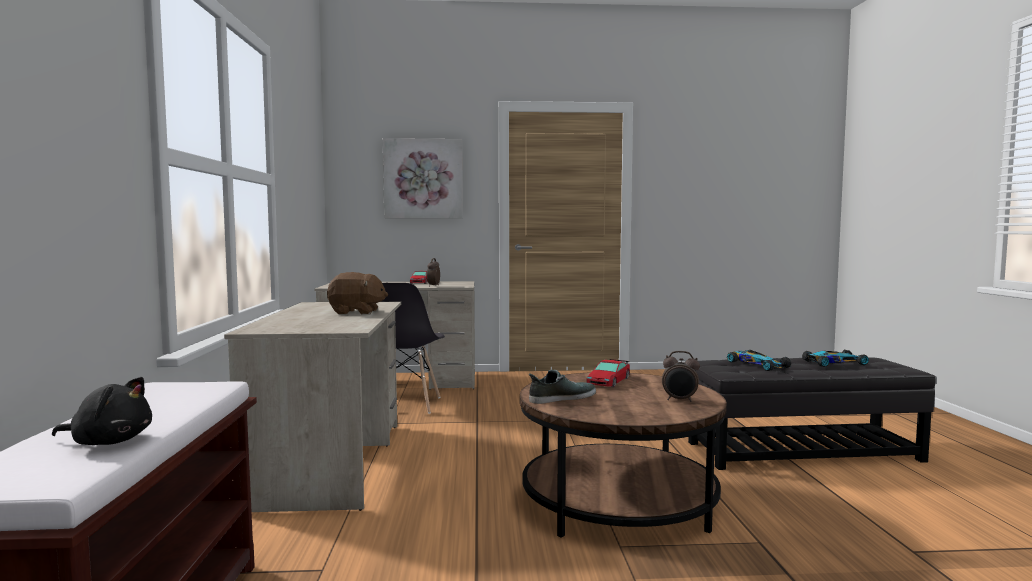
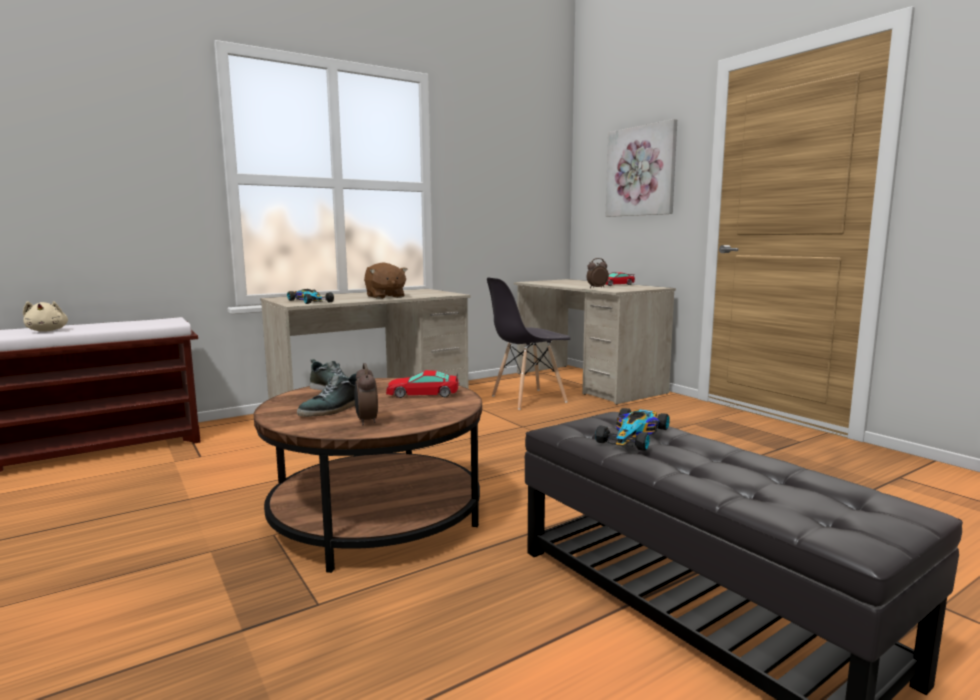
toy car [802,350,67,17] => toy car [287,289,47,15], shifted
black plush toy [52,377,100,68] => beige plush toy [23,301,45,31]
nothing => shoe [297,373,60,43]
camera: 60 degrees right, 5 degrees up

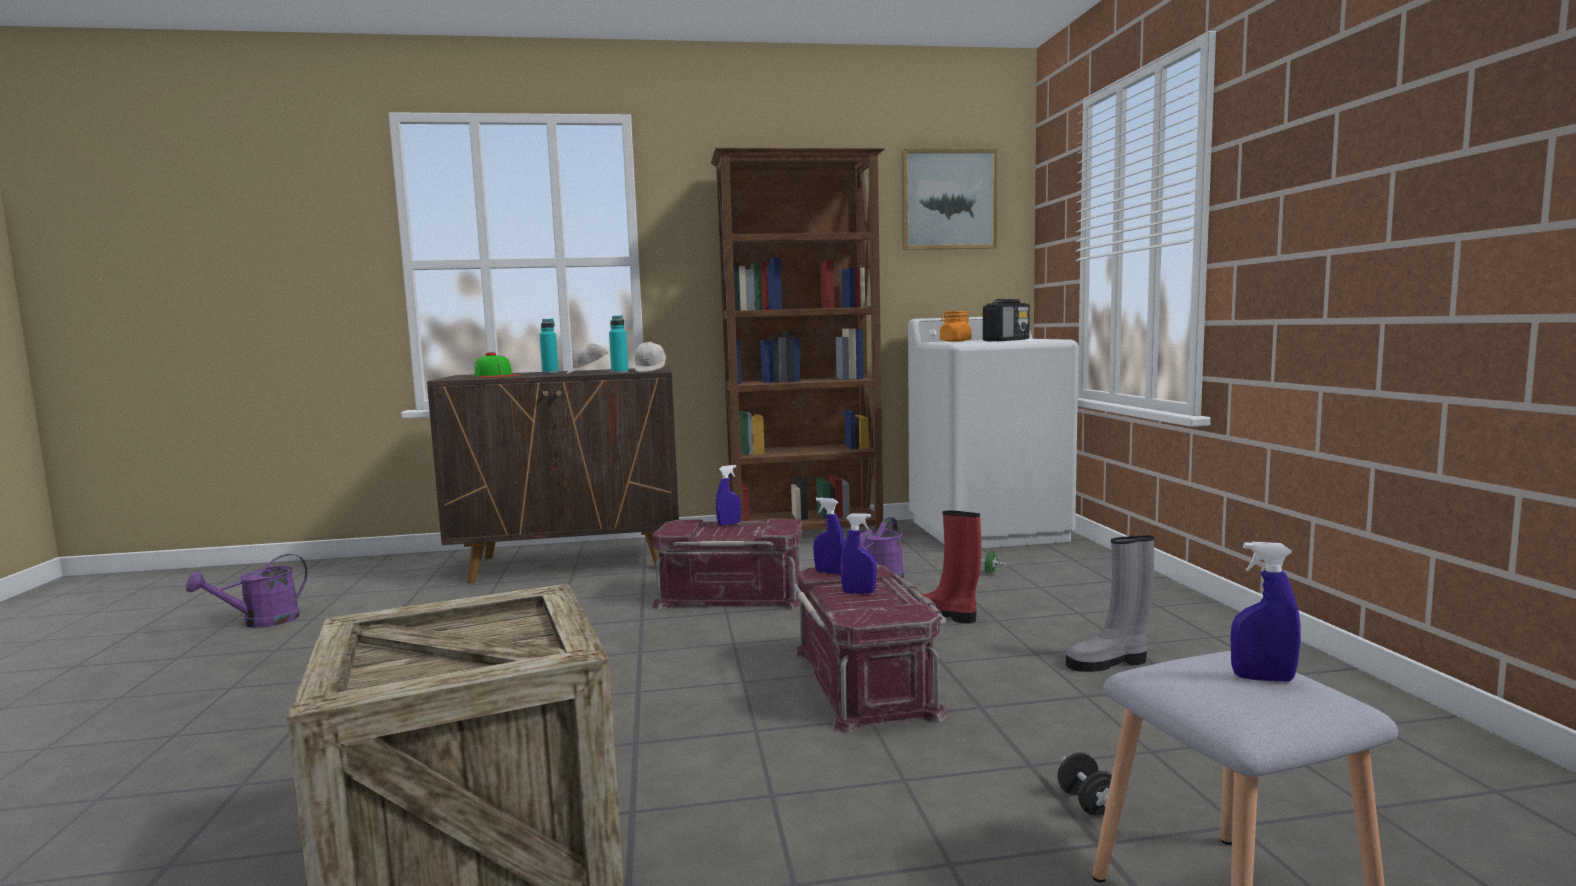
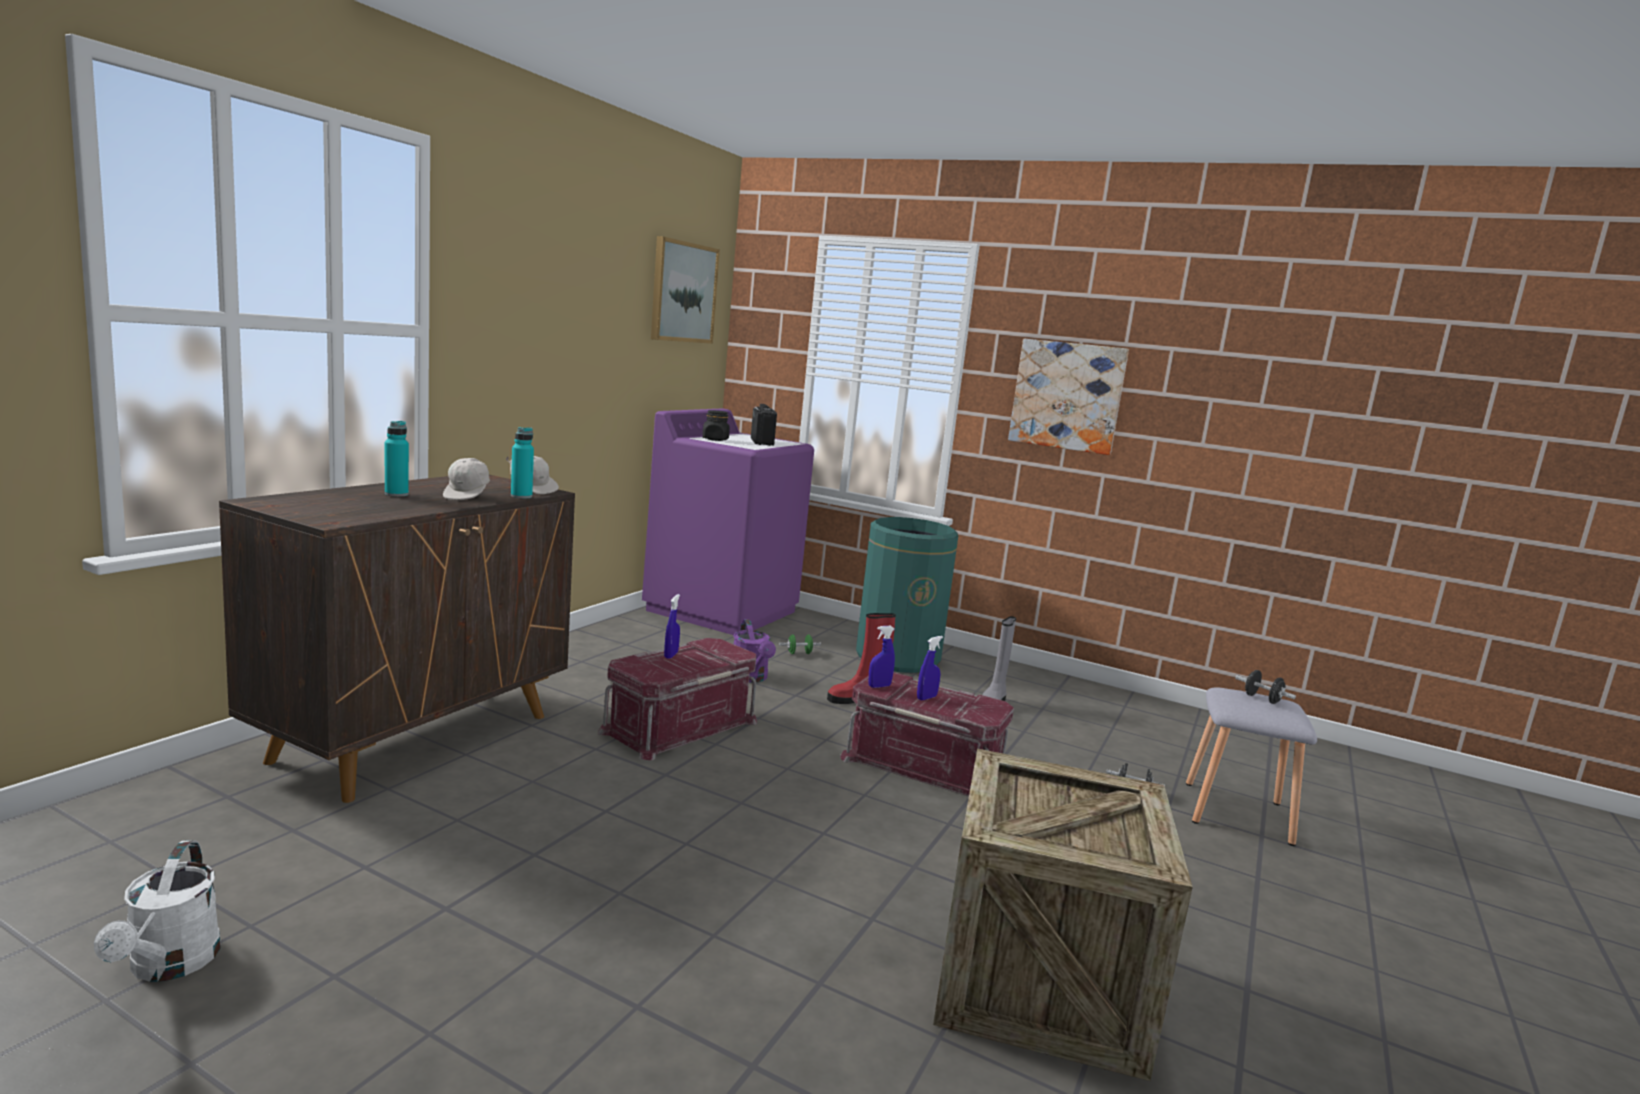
brown bookcase [711,148,174,382] => nothing
orange jar [940,311,32,31] => black jar [702,410,28,31]
white washing machine [908,317,171,231] => purple washing machine [642,408,172,227]
cap [475,352,45,26] => nothing
blue spray bottle [1231,542,70,140] => black dumbbell [1235,670,61,34]
purple watering can [186,554,122,74] => white watering can [94,841,127,141]
nothing => picture [1008,339,121,116]
nothing => green trash can [856,517,102,156]
camera: 55 degrees left, 5 degrees up

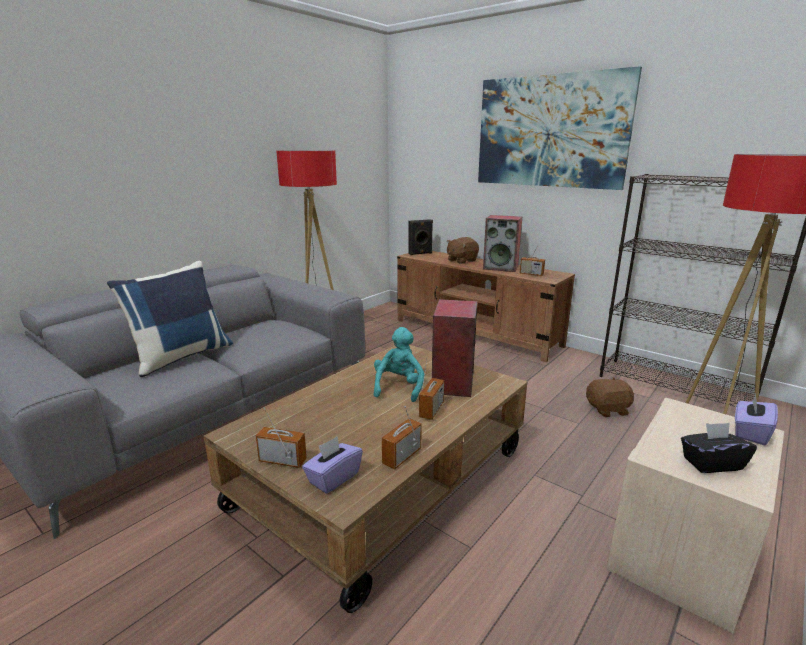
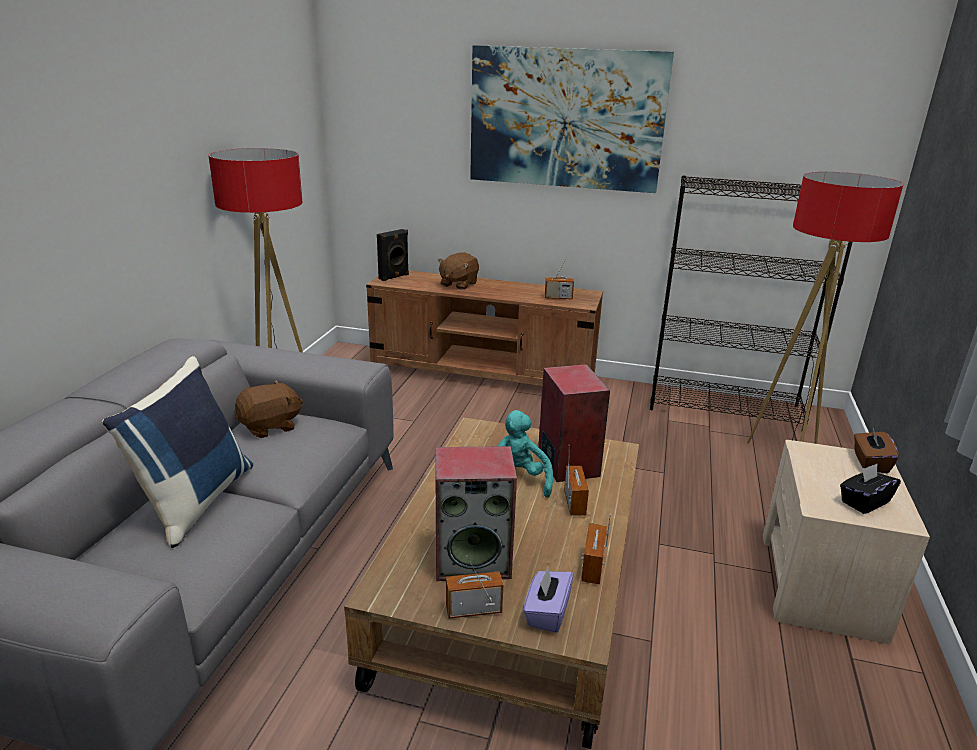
speaker [483,215,39,57] => speaker [435,446,82,135], shifted
brown plush toy [586,377,48,40] => brown plush toy [235,380,68,58], shifted
purple tissue box [735,393,43,52] => brown tissue box [854,429,45,44]
camera: 25 degrees left, 5 degrees up

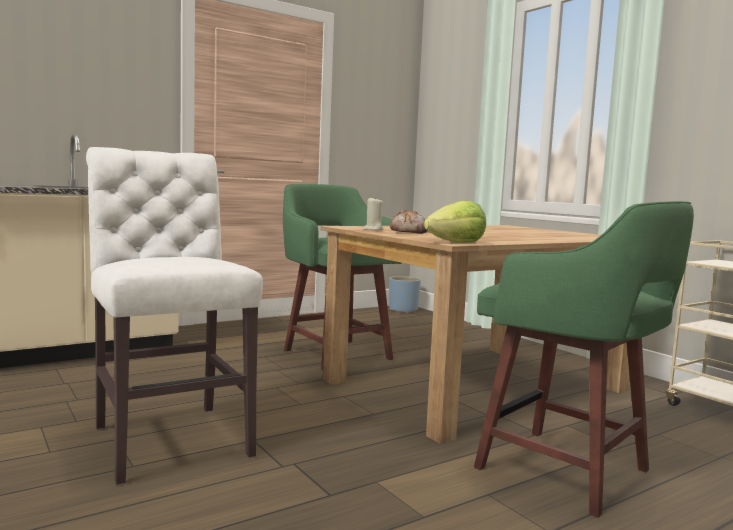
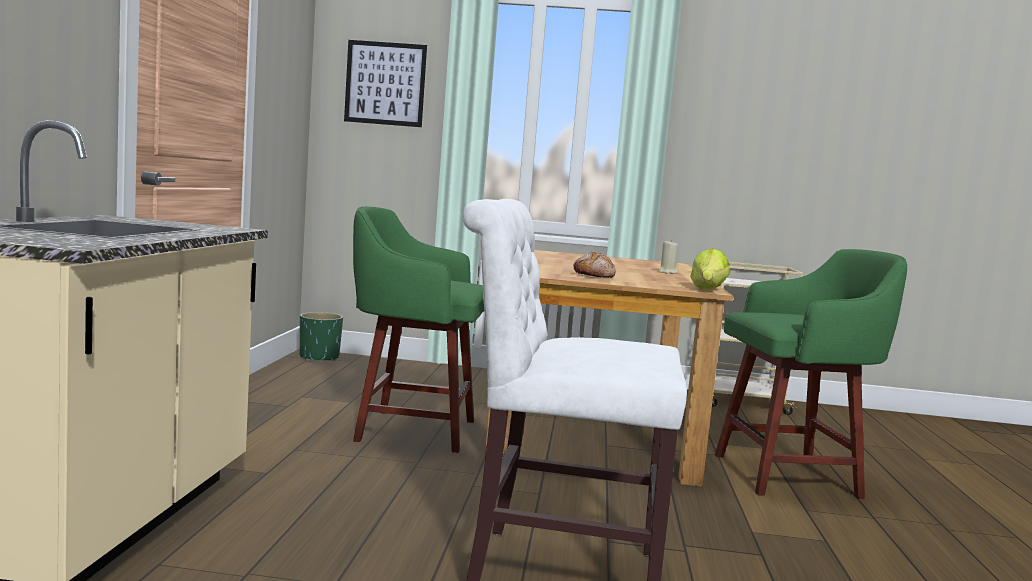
beige candle [363,198,21,32] => beige candle [658,240,21,34], shifted
blue planter [389,276,32,37] => green planter [300,312,43,49]
nothing => picture [344,40,83,87]
camera: 50 degrees left, 0 degrees up

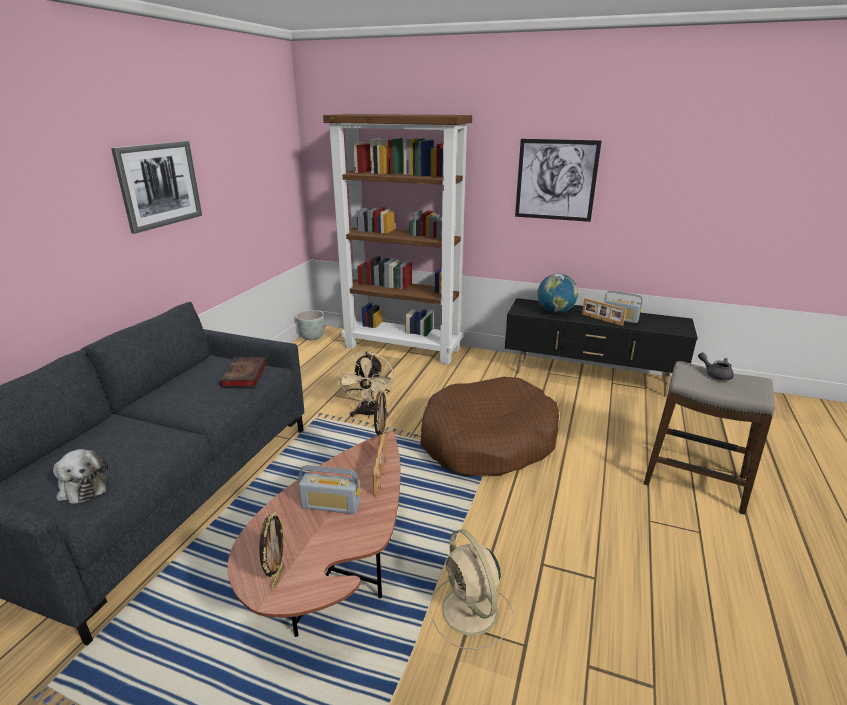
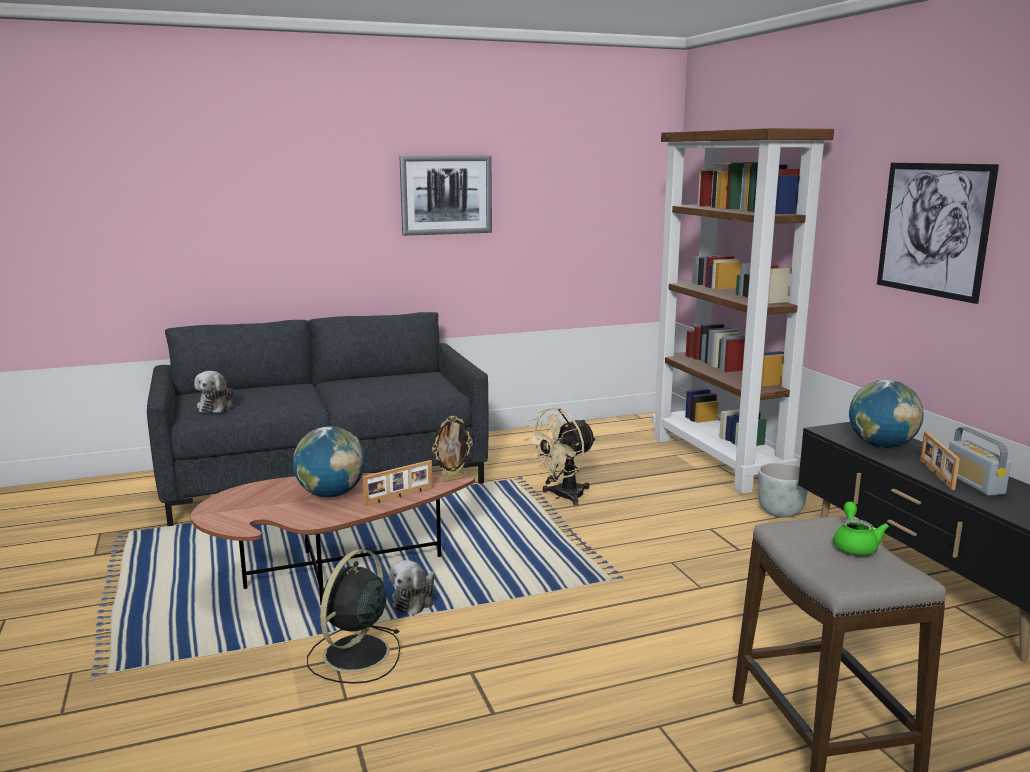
grey planter [296,310,28,30] => grey planter [758,463,50,55], shifted
grey teapot [698,353,36,27] => green teapot [833,502,56,53]
book [220,357,47,30] => nothing
brown dog bed [420,377,139,99] => nothing
radio [299,465,61,49] => globe [293,426,72,72]
picture frame [259,512,26,78] => nothing
beige fan [430,529,84,121] => black fan [307,549,93,135]
nothing => plush toy [389,560,46,54]
camera: 50 degrees right, 10 degrees down

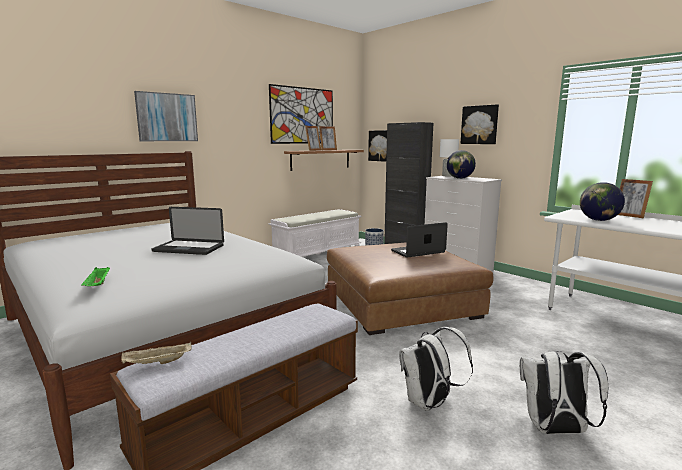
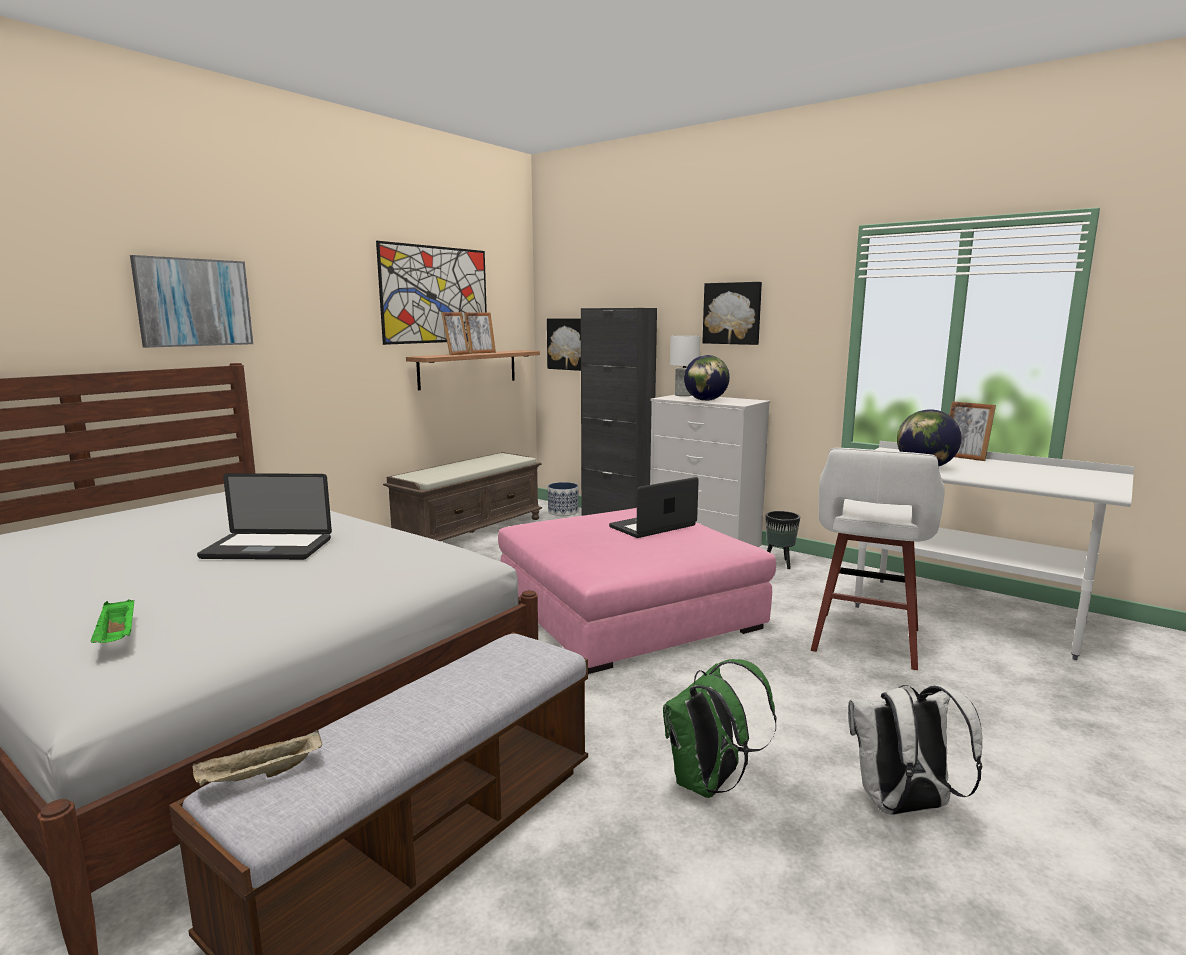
white bench [269,209,92,48] => brown bench [383,452,159,89]
brown ottoman [327,242,167,93] => pink ottoman [498,508,278,166]
white backpack [399,327,74,84] => green backpack [663,659,114,139]
nothing => white stool [811,448,134,222]
nothing => black planter [765,511,35,58]
camera: 10 degrees left, 0 degrees up

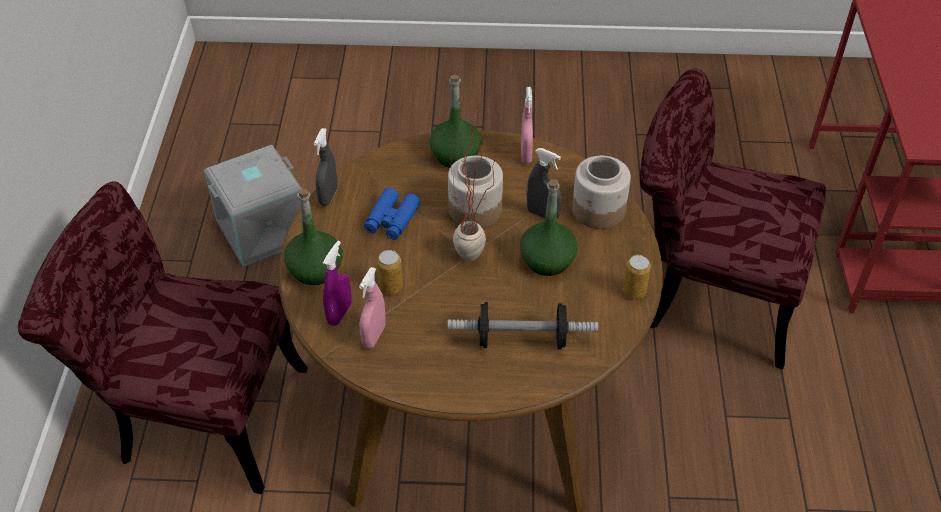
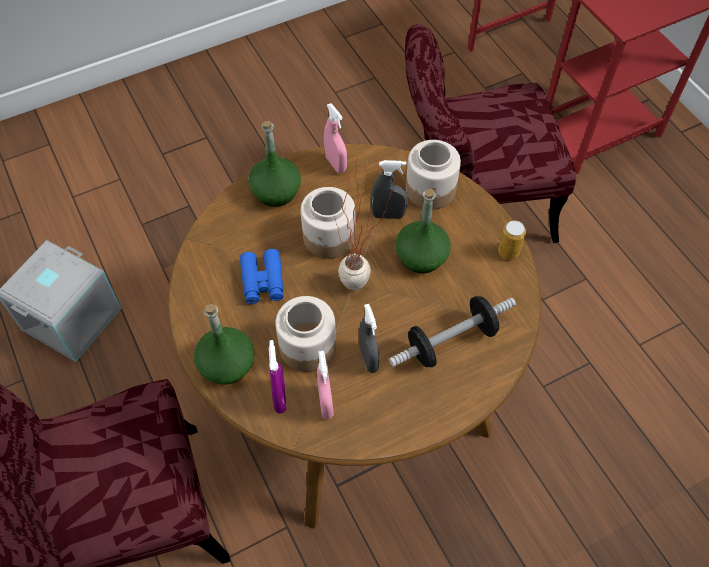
grey spray bottle [314,128,24,78] => grey spray bottle [359,304,21,69], shifted
can [377,250,26,44] => jar [275,296,61,76]
camera: 30 degrees left, 10 degrees up

